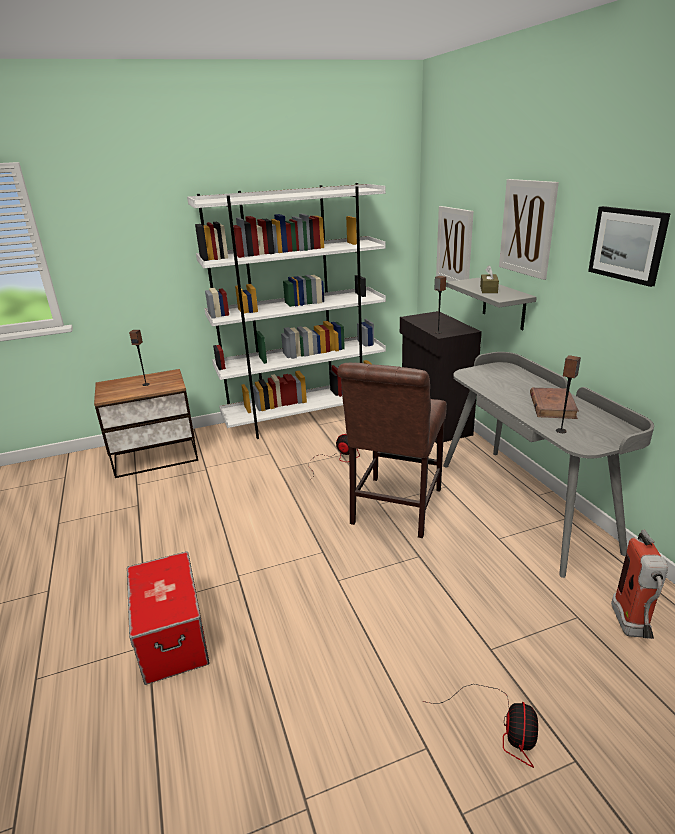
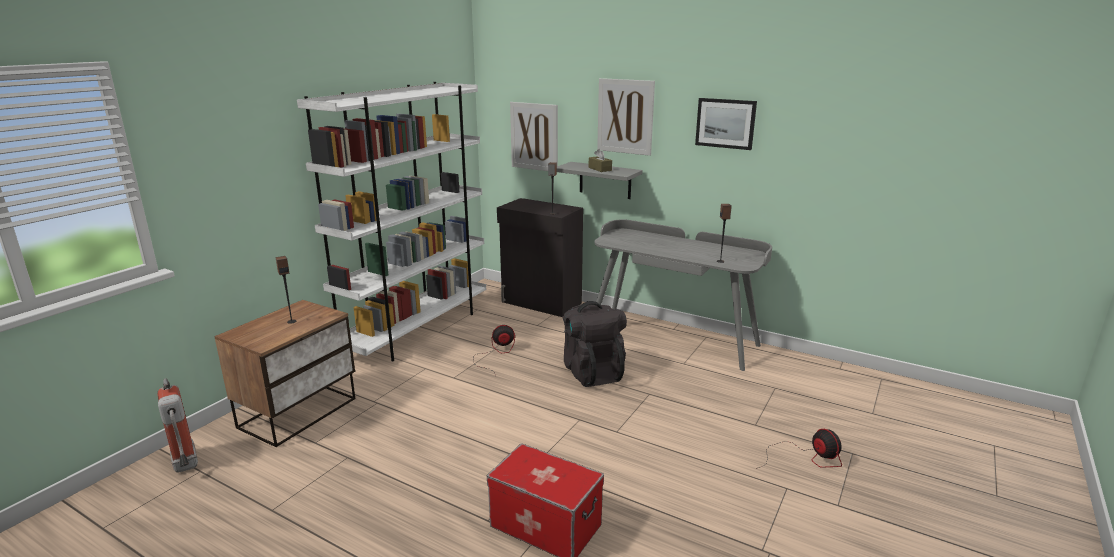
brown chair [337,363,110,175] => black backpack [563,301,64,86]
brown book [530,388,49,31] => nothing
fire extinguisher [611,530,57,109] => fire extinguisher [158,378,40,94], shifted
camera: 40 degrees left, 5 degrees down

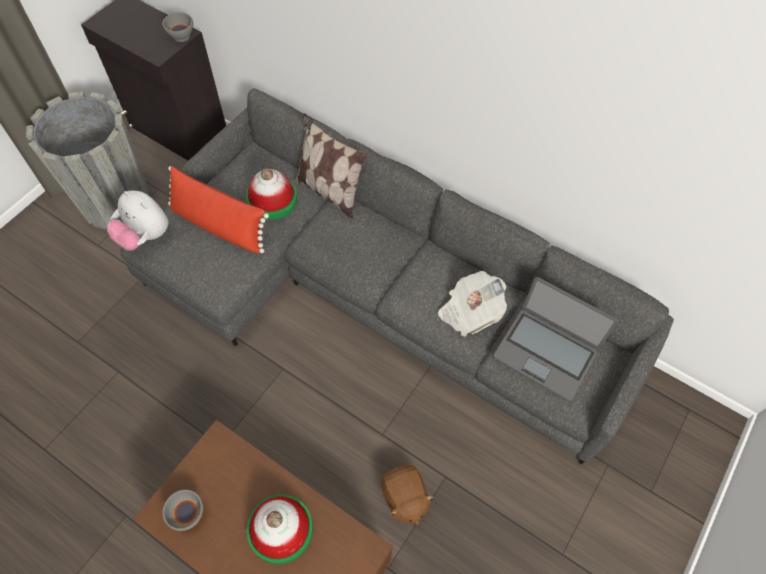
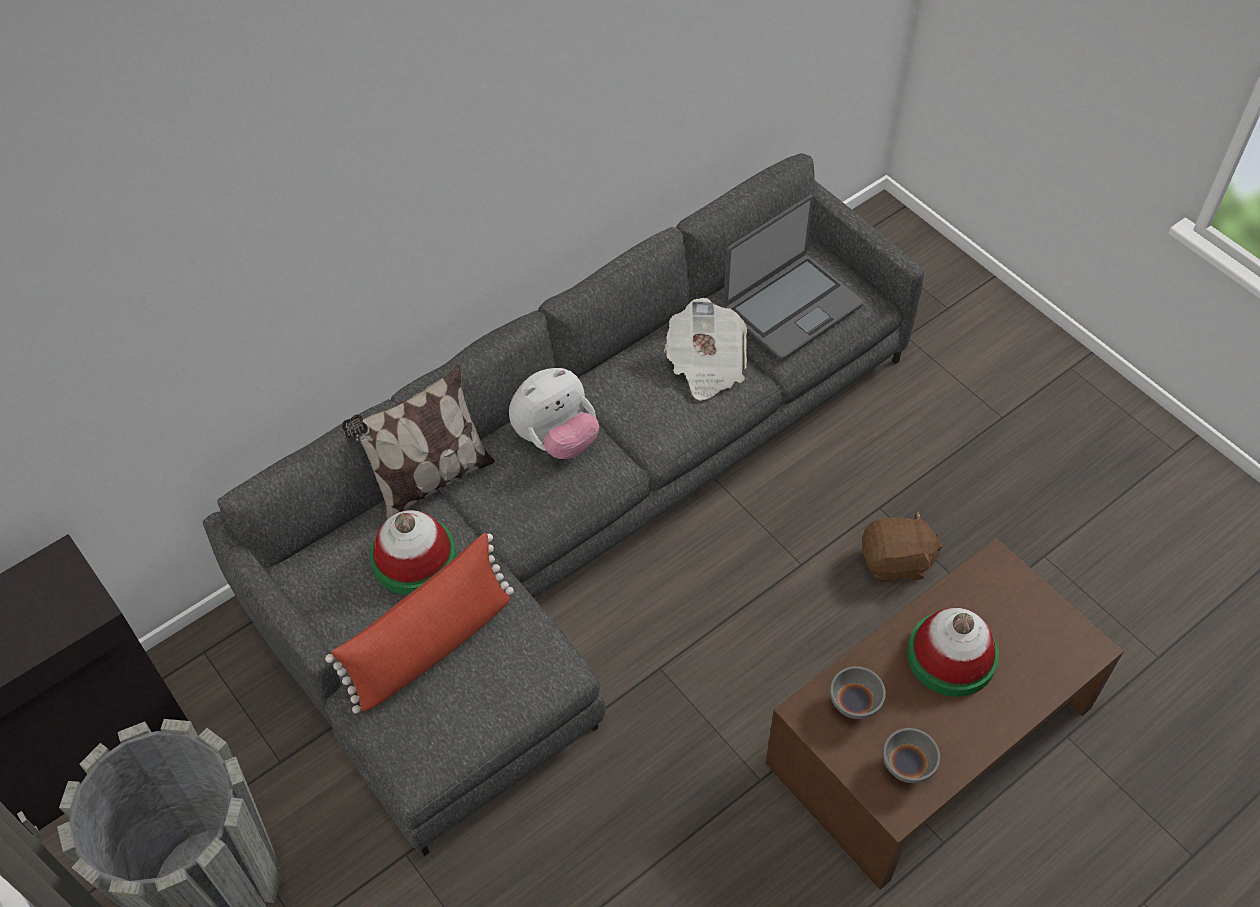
grey bowl [162,12,31,30] => grey bowl [830,666,56,53], shifted
plush toy [106,191,62,60] => plush toy [509,368,90,91], shifted
camera: 70 degrees left, 5 degrees down

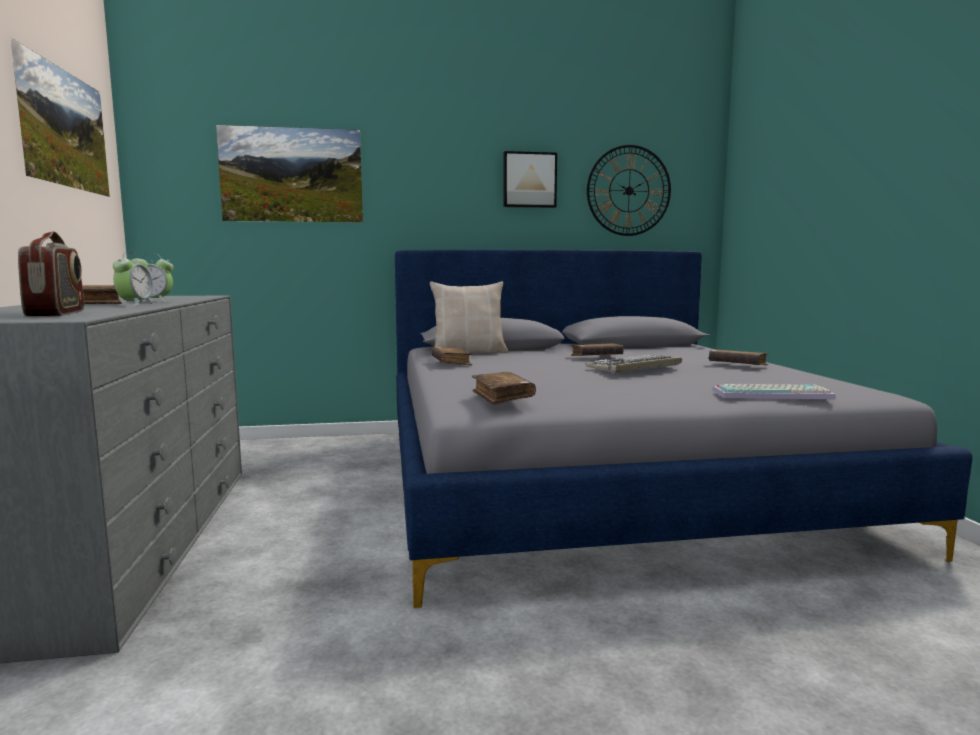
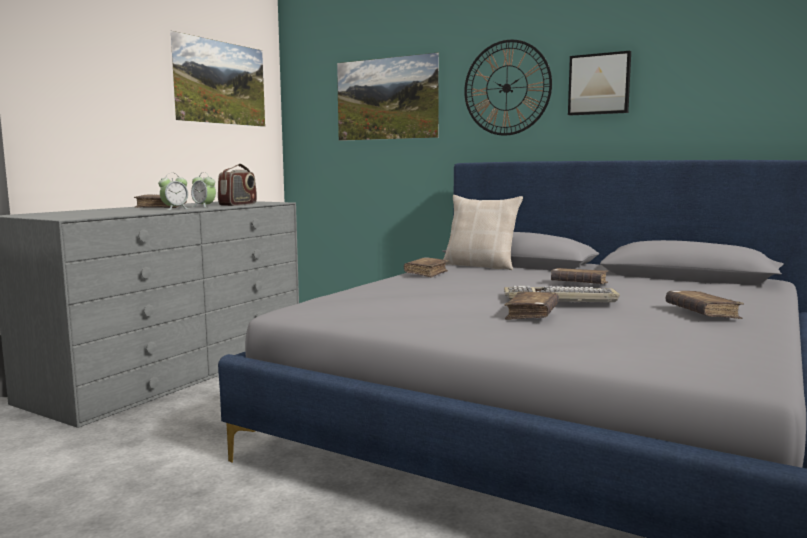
wall clock [587,145,84,91] => wall clock [464,40,88,96], shifted
radio [18,231,66,85] => radio [218,164,39,42], shifted
brown book [472,372,64,33] => brown book [504,292,55,28], shifted
keyboard [712,384,124,15] => nothing
camera: 40 degrees right, 0 degrees up

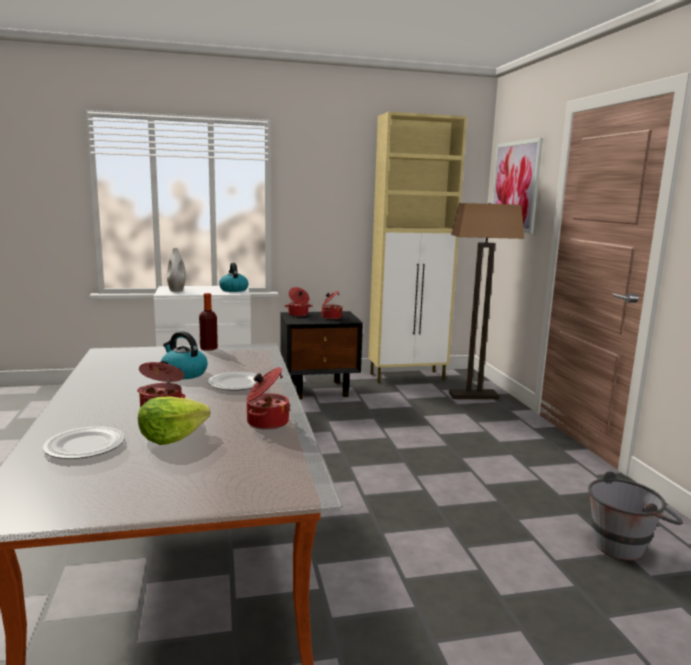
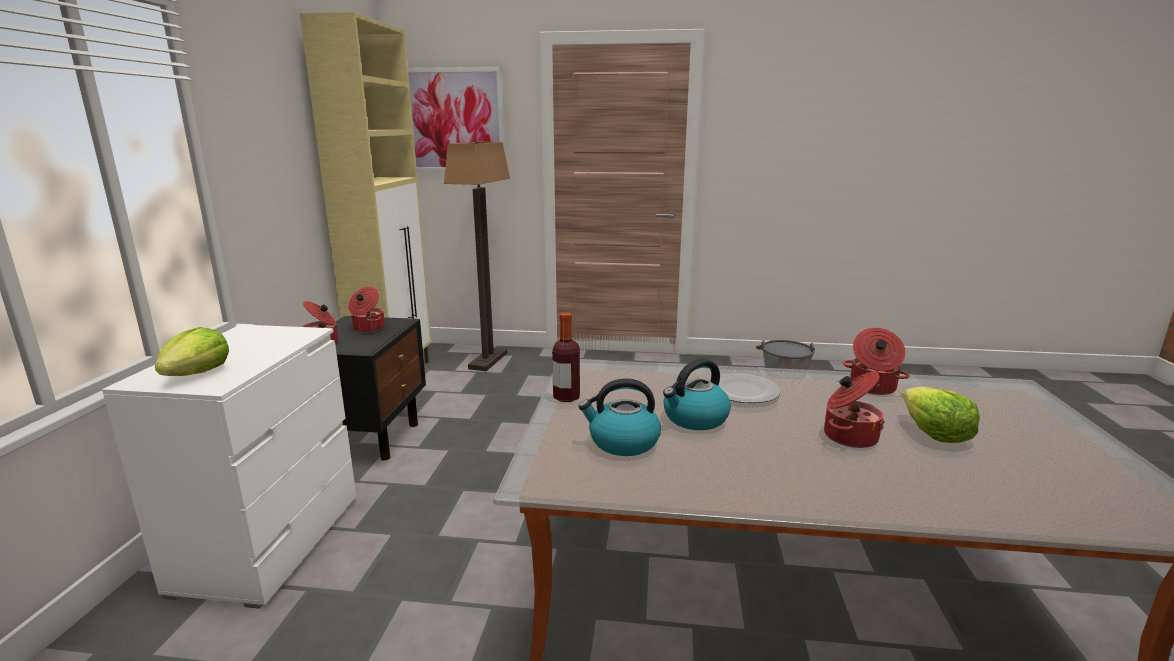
white vase [167,248,19,44] => lettuce [155,327,74,49]
kettle [219,263,30,29] => kettle [578,378,83,78], shifted
plate [42,426,83,33] => nothing
camera: 70 degrees left, 5 degrees up

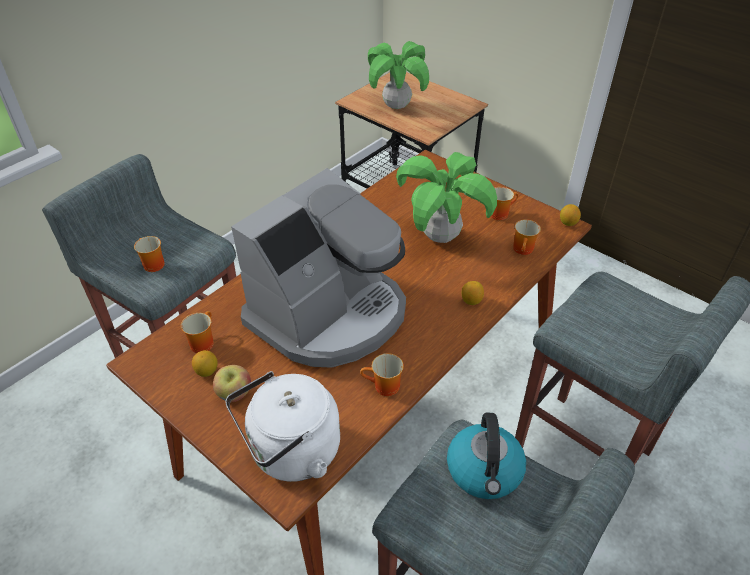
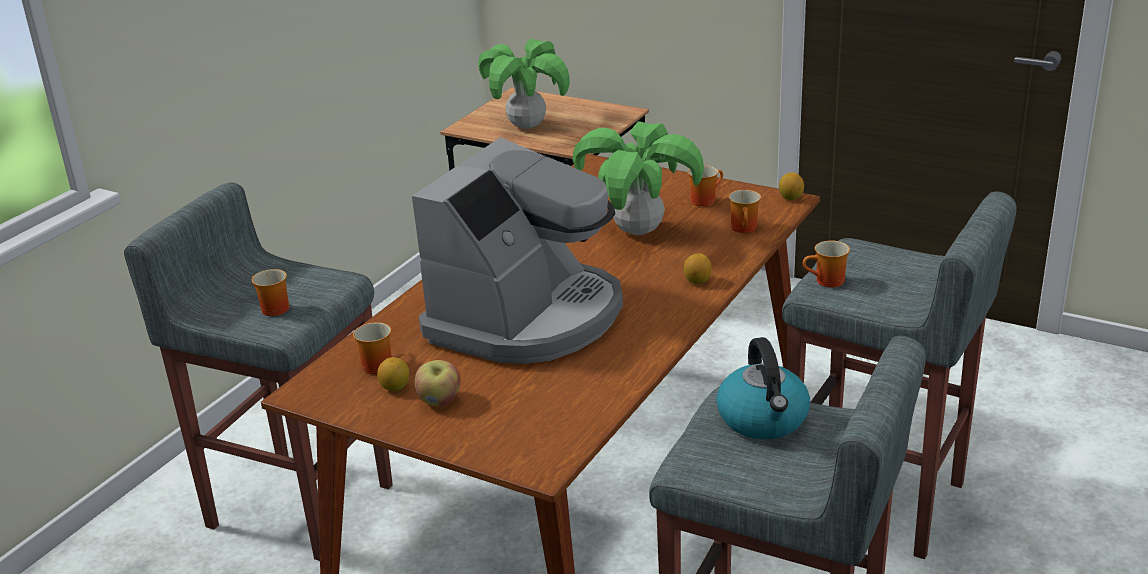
mug [360,353,44,43] => mug [803,240,47,47], shifted
white kettle [225,371,115,111] => nothing
camera: 10 degrees left, 15 degrees down

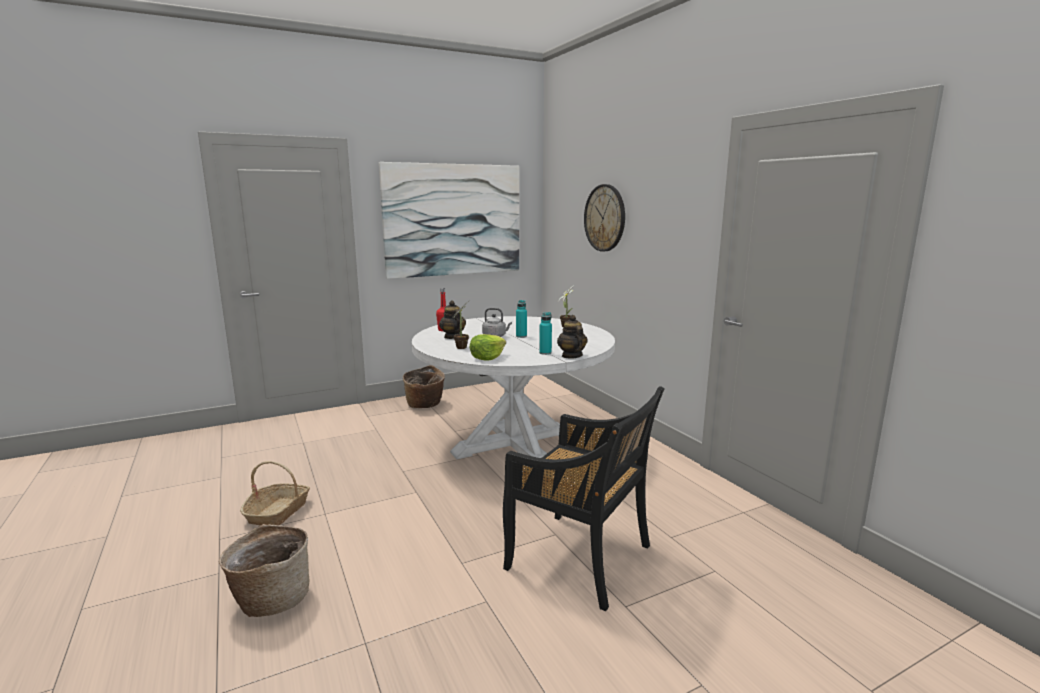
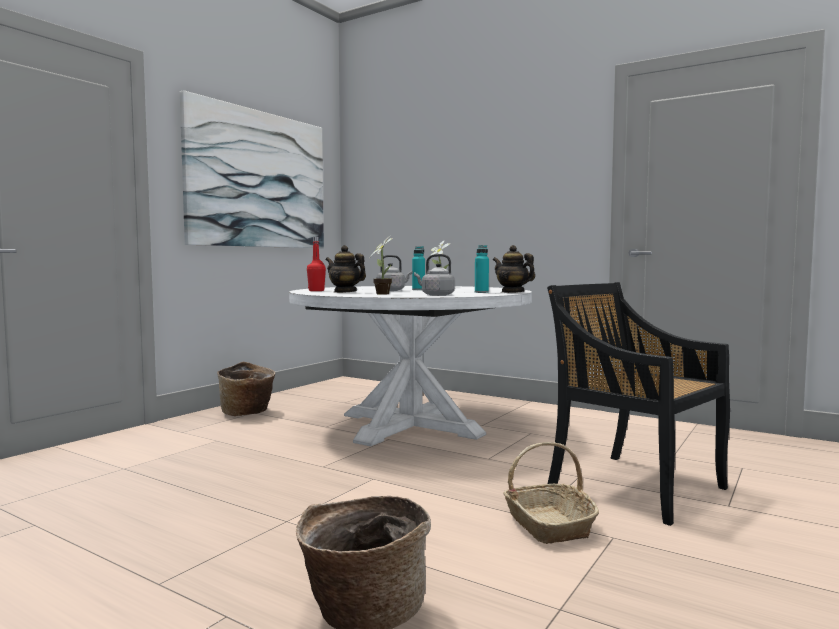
wall clock [584,184,41,67] => nothing
lettuce [469,334,37,27] => grey kettle [414,254,41,42]
black chair [503,386,161,225] => black chair [547,282,183,244], 135 degrees counterclockwise
basket [240,461,70,64] => basket [503,442,96,102], shifted
camera: 30 degrees left, 10 degrees down

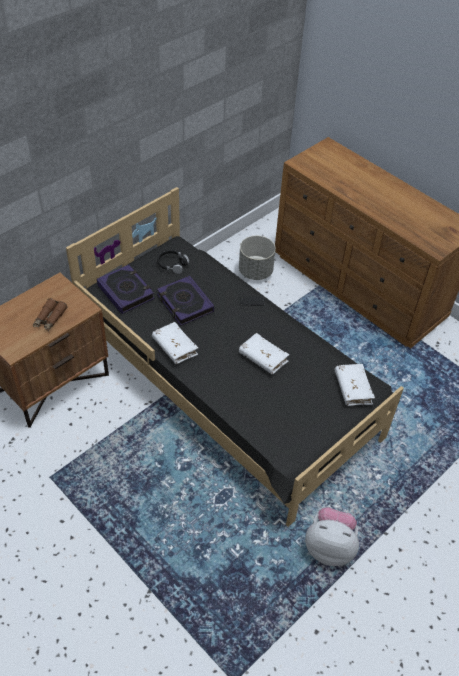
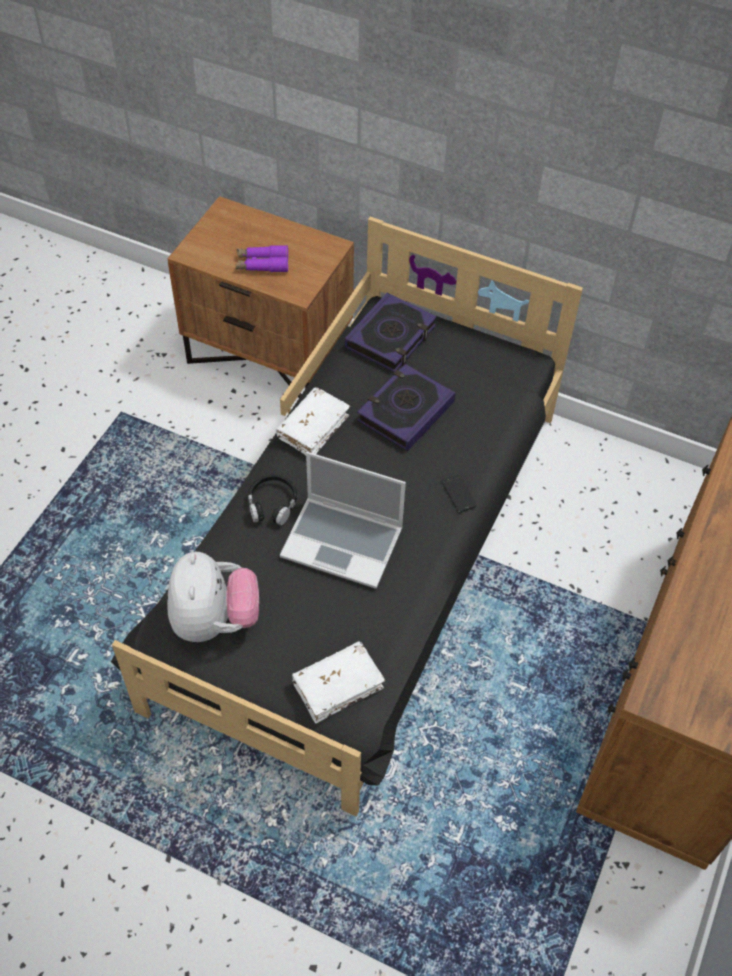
grey planter [239,236,37,44] => nothing
black headphones [157,250,32,24] => black headphones [248,474,49,51], shifted
brown binoculars [33,298,34,33] => purple binoculars [236,245,52,27]
white book [239,333,50,41] => laptop [280,452,126,137]
plush toy [305,507,54,59] => plush toy [167,552,92,90], shifted
camera: 70 degrees right, 5 degrees up

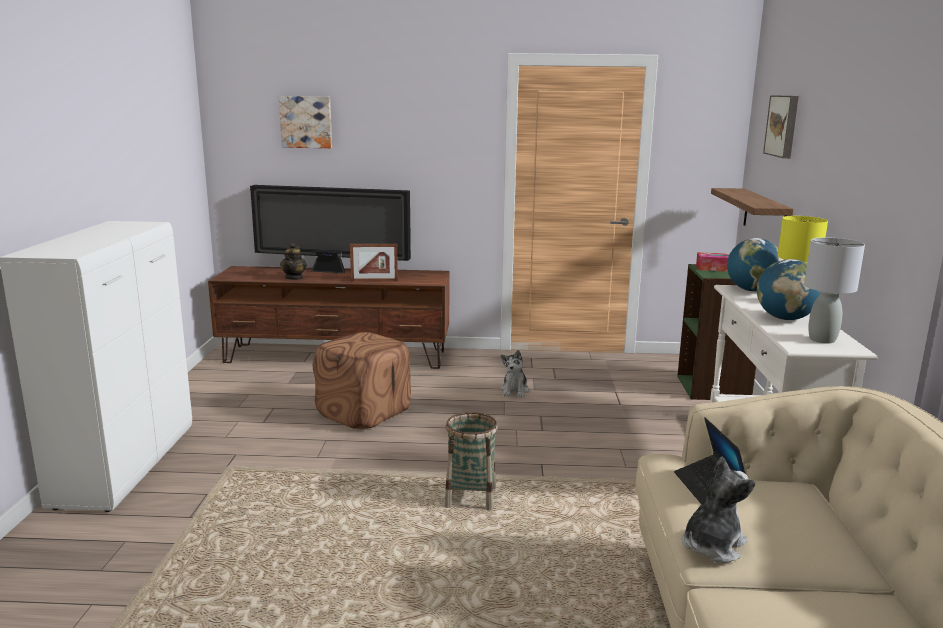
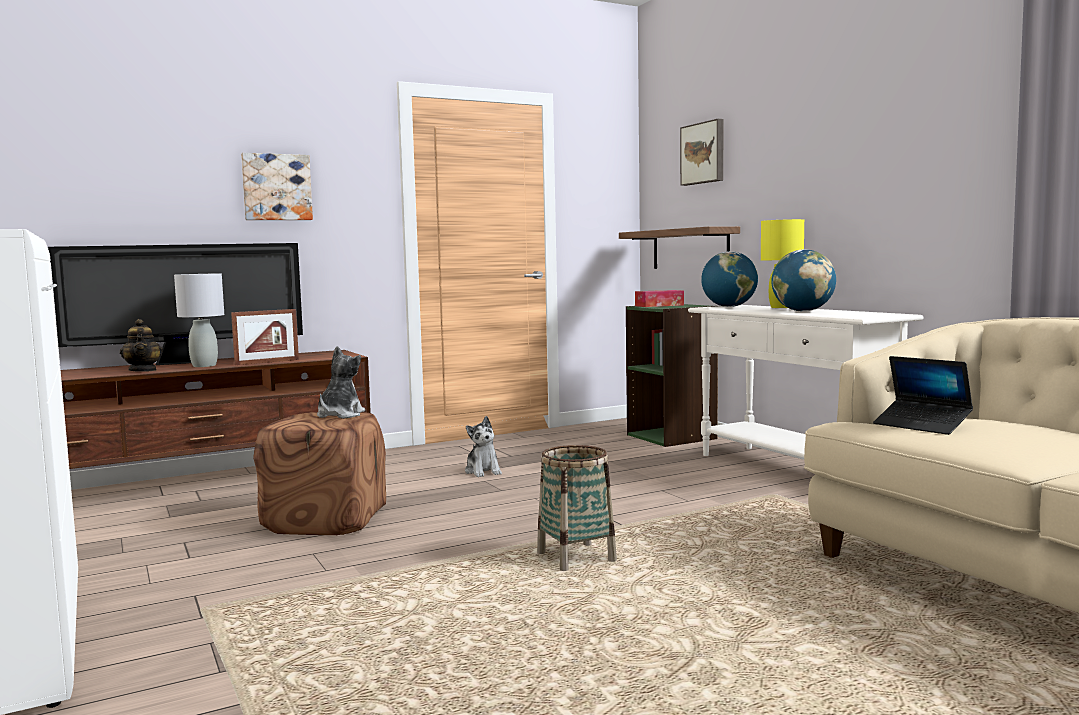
picture [279,96,53,52] => picture [241,153,72,67], shifted
grey table lamp [804,237,61,107] => grey table lamp [174,273,50,94], shifted
plush toy [681,457,74,106] => plush toy [317,346,48,73], shifted
camera: 30 degrees left, 10 degrees down

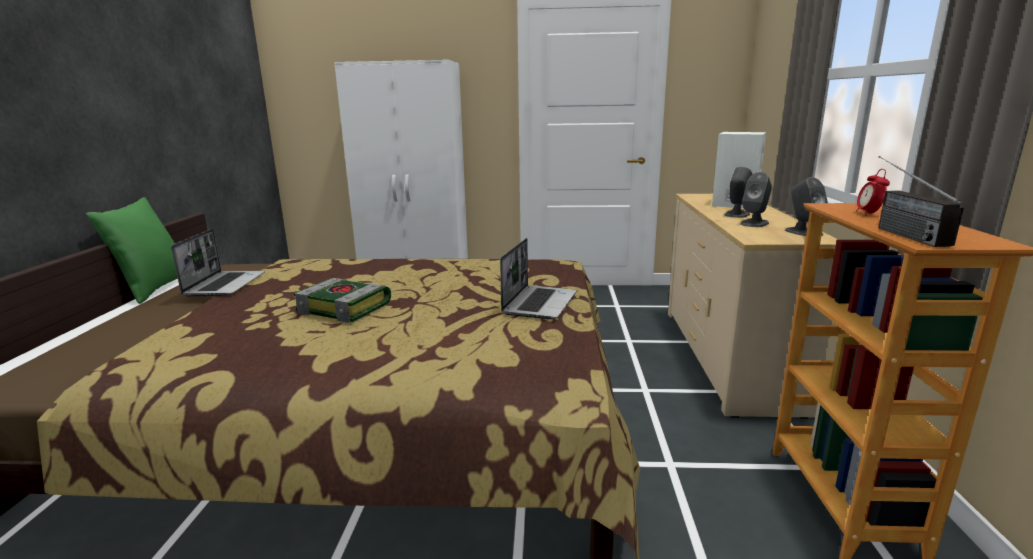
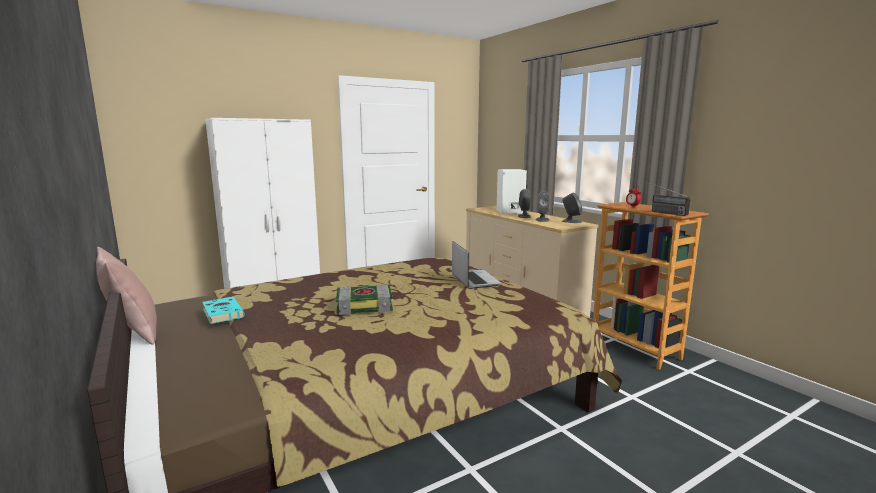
green pillow [86,197,92,107] => pink pillow [96,247,61,98]
laptop [171,229,94,67] => turquoise book [202,297,43,27]
camera: 35 degrees left, 5 degrees down

